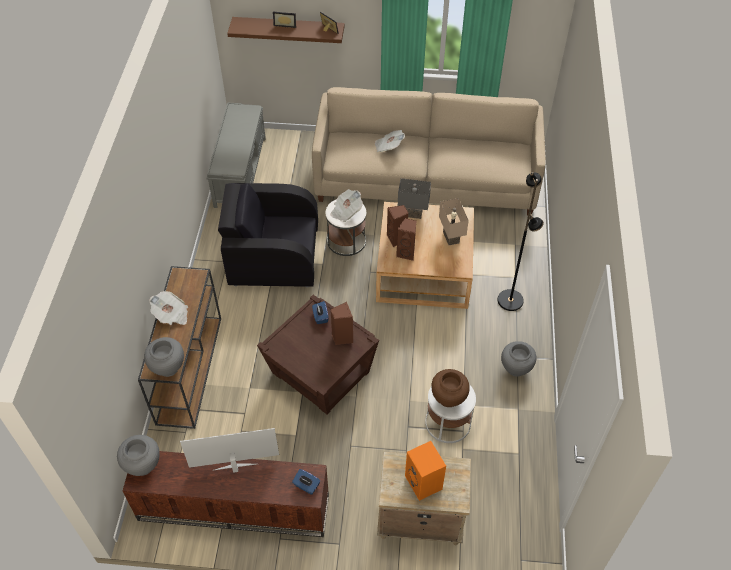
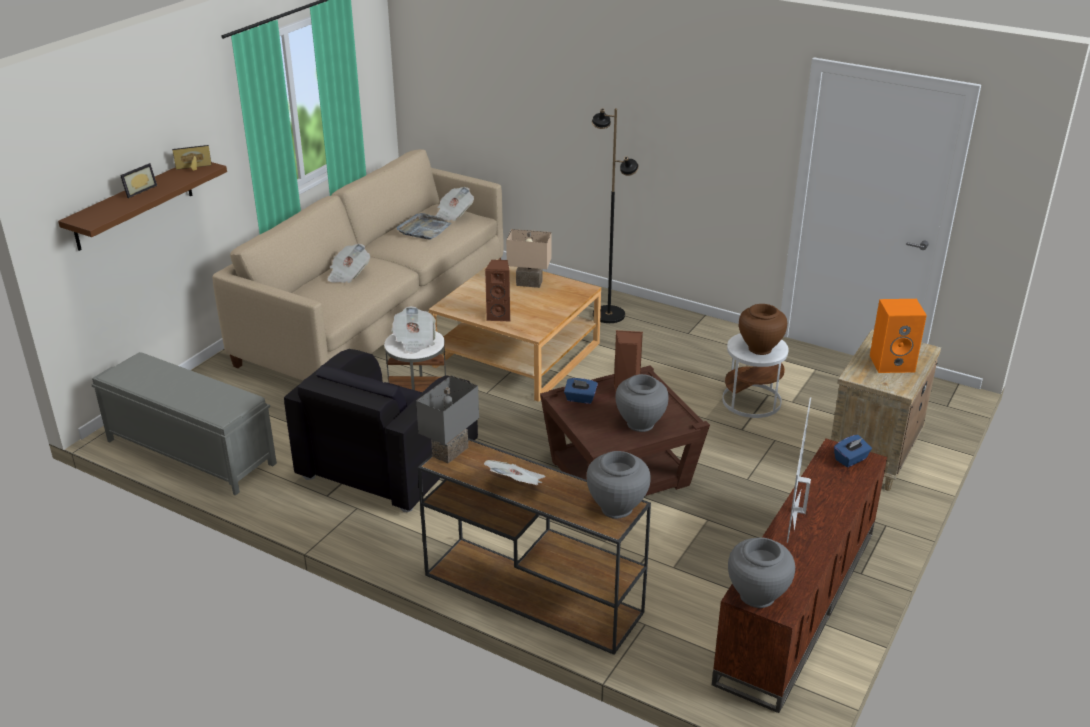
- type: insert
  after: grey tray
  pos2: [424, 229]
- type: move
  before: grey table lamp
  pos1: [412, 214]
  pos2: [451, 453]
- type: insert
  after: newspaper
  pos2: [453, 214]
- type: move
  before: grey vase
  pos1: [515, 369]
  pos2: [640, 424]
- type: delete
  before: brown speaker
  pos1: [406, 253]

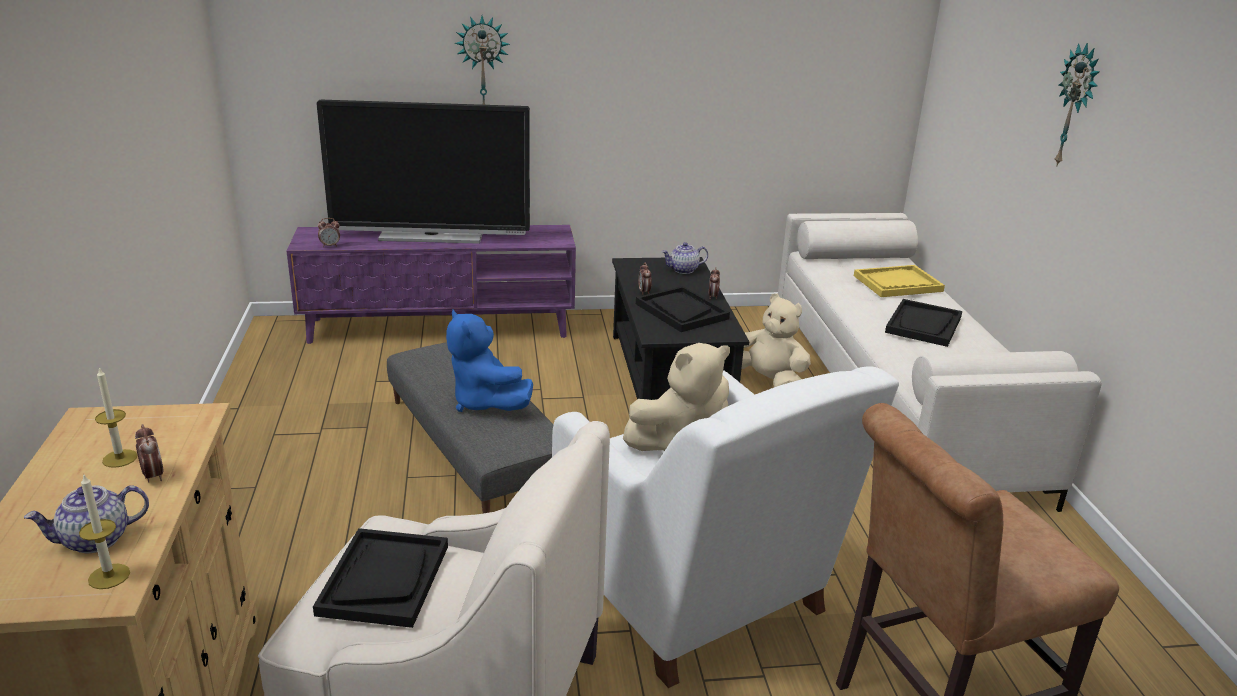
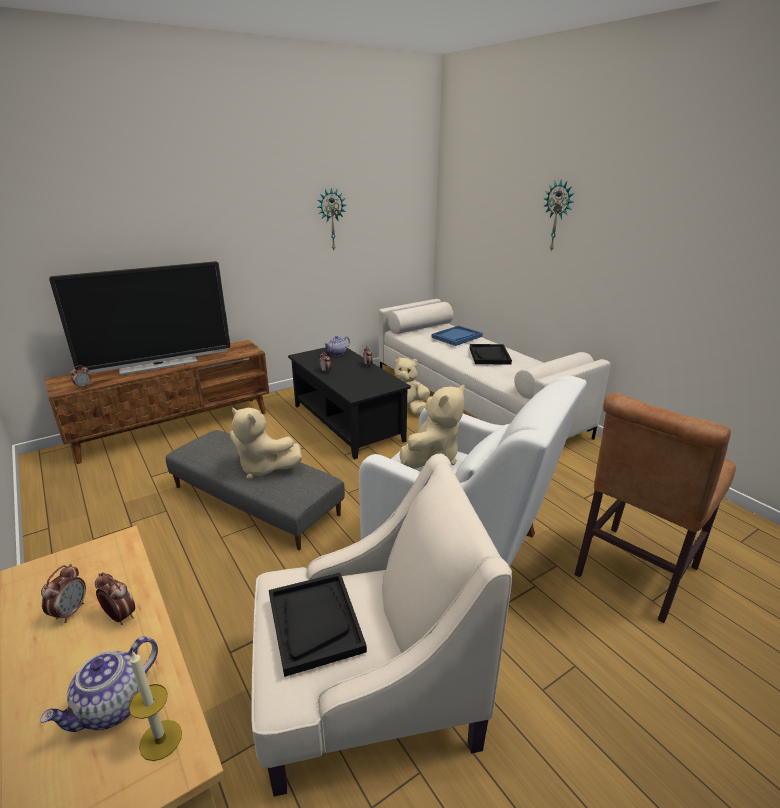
- type: replace
  before: candle
  after: alarm clock
  pos1: [120, 458]
  pos2: [70, 611]
- type: recolor
  before: purple tv stand
  after: brown tv stand
  pos1: [440, 327]
  pos2: [175, 427]
- type: recolor
  before: blue plush toy
  after: beige plush toy
  pos1: [485, 402]
  pos2: [263, 468]
- type: move
  before: wall clock
  pos1: [482, 65]
  pos2: [331, 219]
- type: recolor
  before: yellow tray
  after: blue tray
  pos1: [897, 283]
  pos2: [457, 337]
- type: delete
  before: black tray
  pos1: [681, 311]

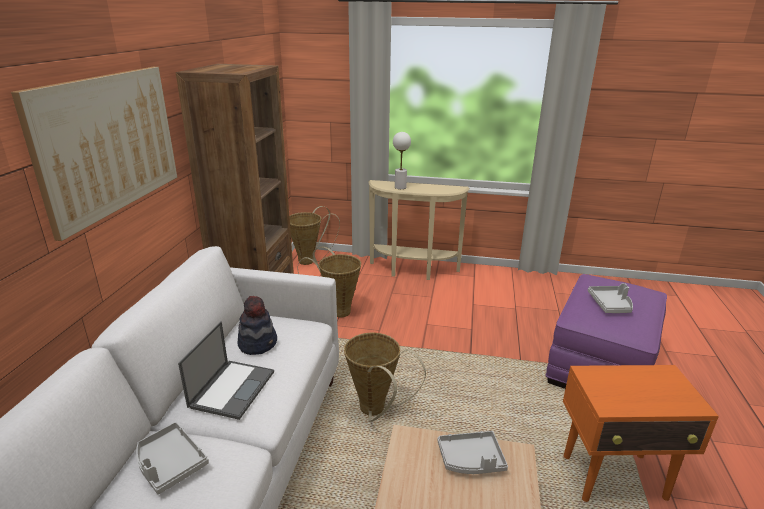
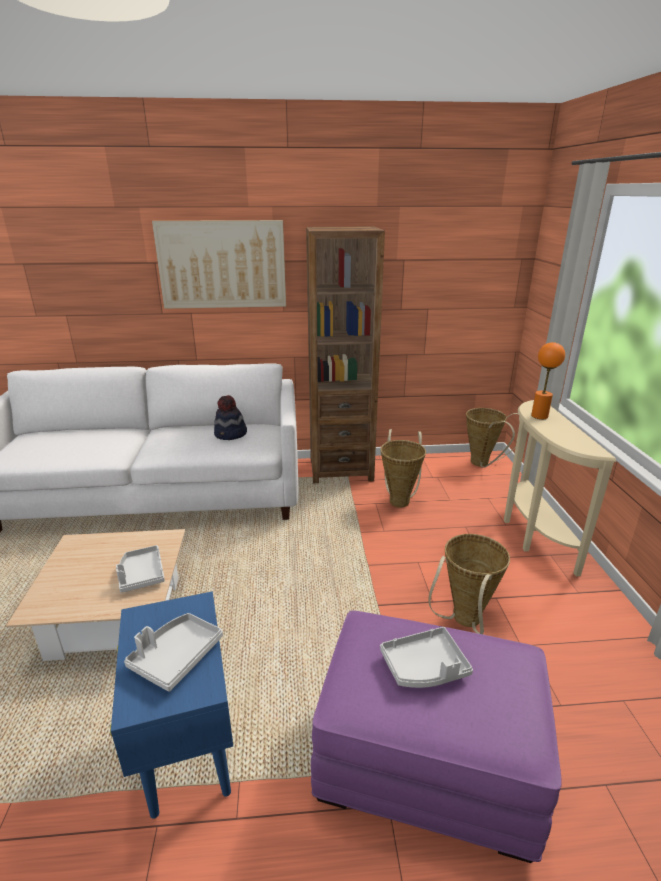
- type: recolor
  before: orange side table
  after: blue side table
  pos1: [615, 477]
  pos2: [188, 754]
- type: move
  before: grey tray
  pos1: [170, 464]
  pos2: [176, 657]
- type: move
  before: basket
  pos1: [376, 411]
  pos2: [463, 622]
- type: recolor
  before: white table lamp
  after: orange table lamp
  pos1: [400, 187]
  pos2: [539, 416]
- type: delete
  before: laptop
  pos1: [232, 388]

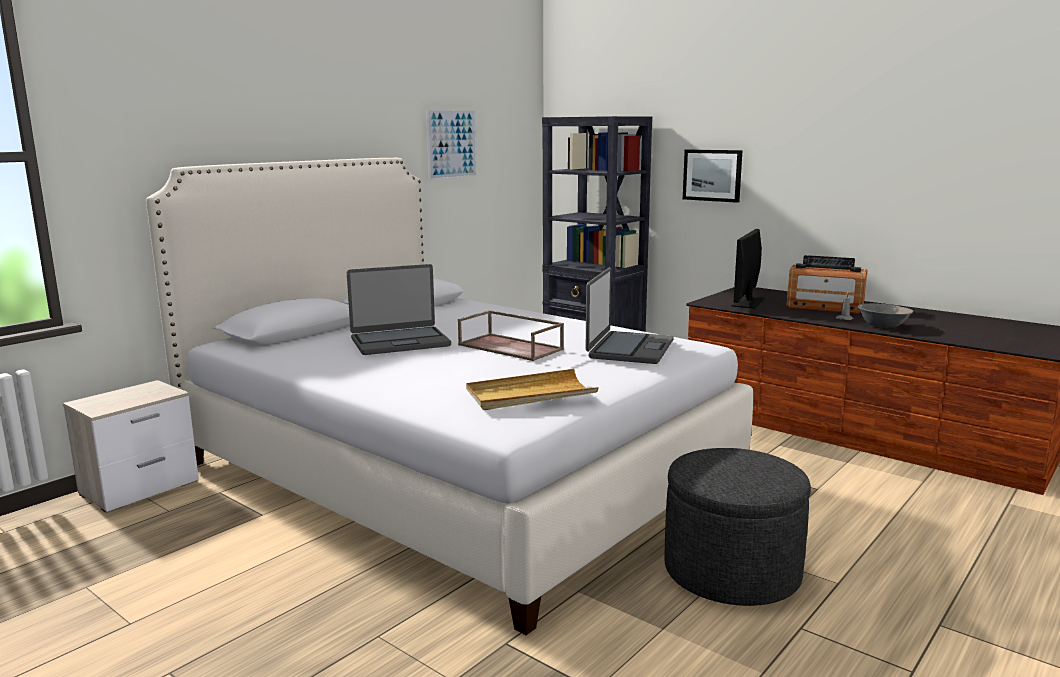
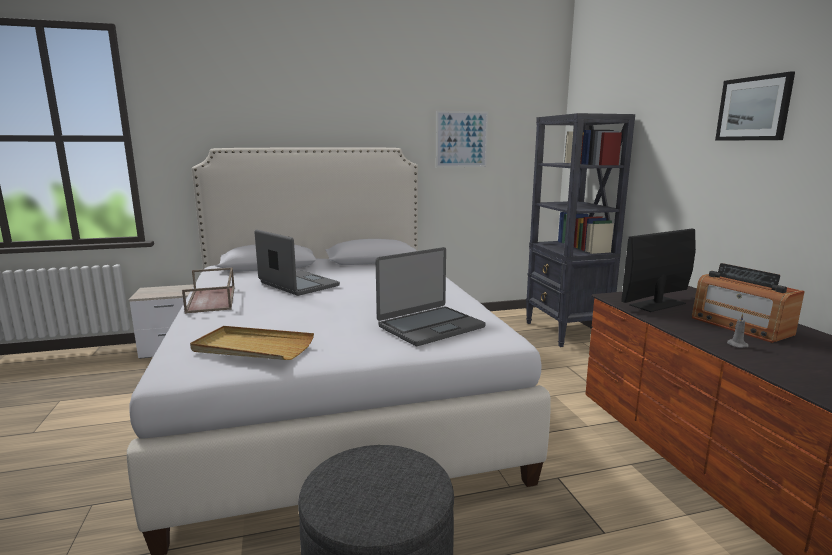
- type: move
  before: brown tray
  pos1: [512, 347]
  pos2: [212, 299]
- type: rotate
  before: laptop
  pos1: [400, 342]
  pos2: [298, 284]
  turn: -150
- type: move
  before: picture
  pos1: [712, 175]
  pos2: [753, 108]
- type: delete
  before: grey bowl
  pos1: [882, 326]

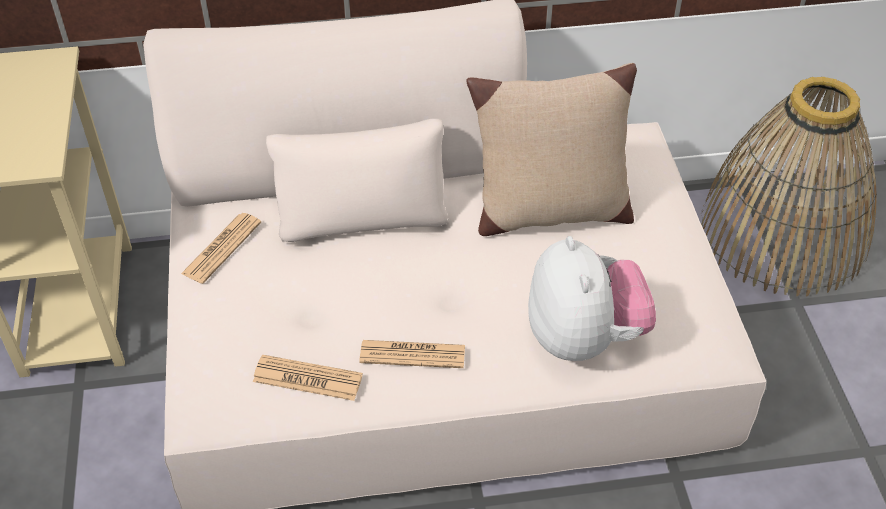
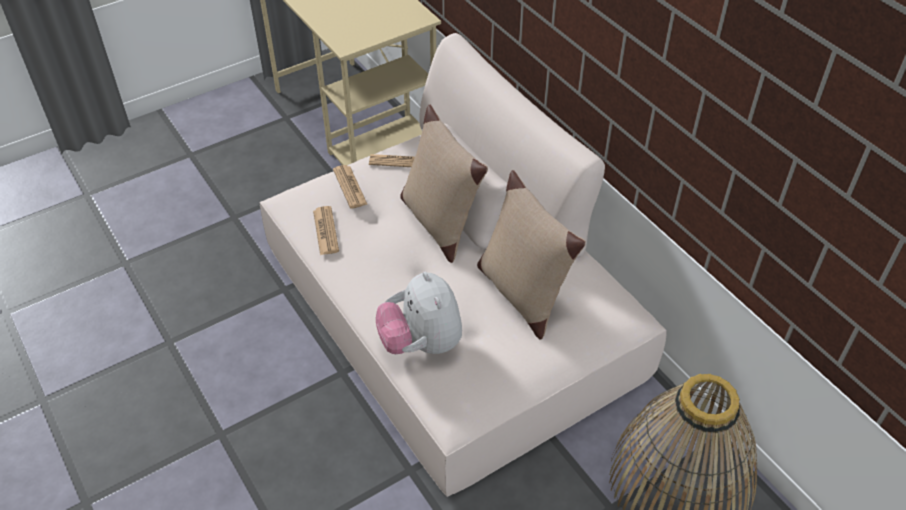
- type: move
  before: newspaper
  pos1: [412, 354]
  pos2: [350, 187]
- type: rotate
  before: plush toy
  pos1: [584, 338]
  pos2: [421, 343]
  turn: 105
- type: insert
  after: beige pillow
  pos2: [439, 222]

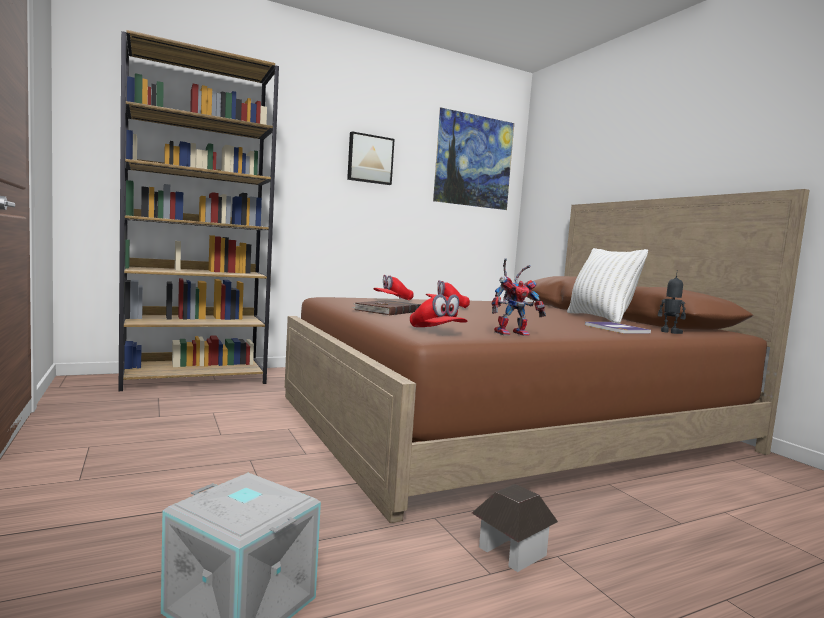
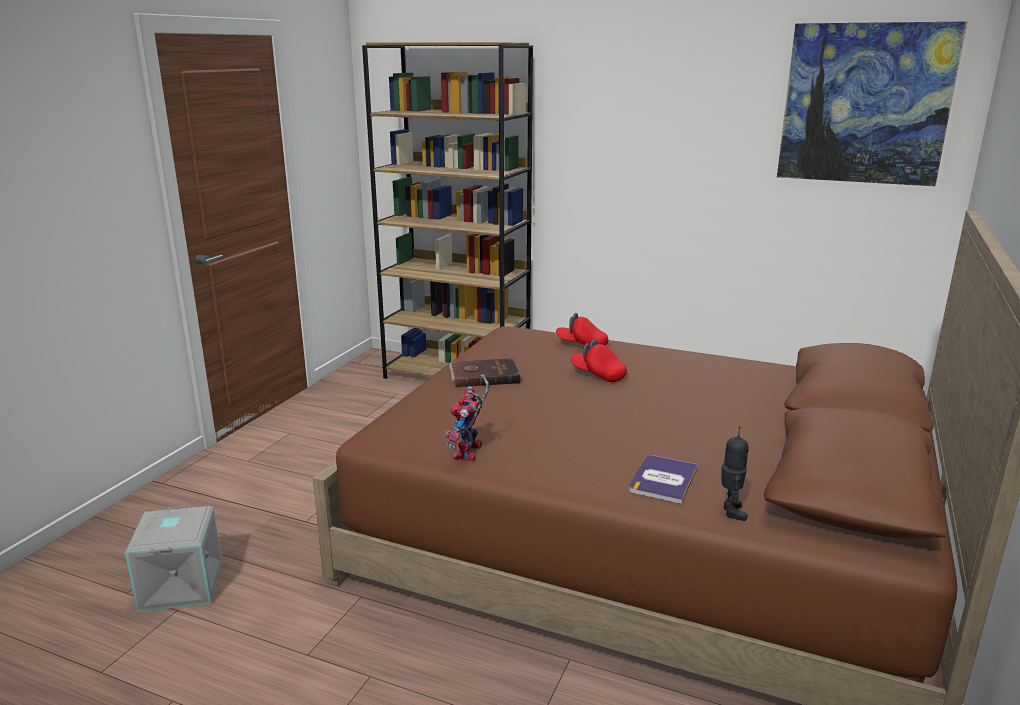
- type: rotate
  before: toy robot
  pos1: [512, 333]
  pos2: [469, 454]
  turn: 75
- type: delete
  before: picture
  pos1: [370, 159]
- type: delete
  before: red cap
  pos1: [437, 331]
- type: delete
  before: toy house
  pos1: [511, 551]
- type: delete
  before: white pillow
  pos1: [600, 318]

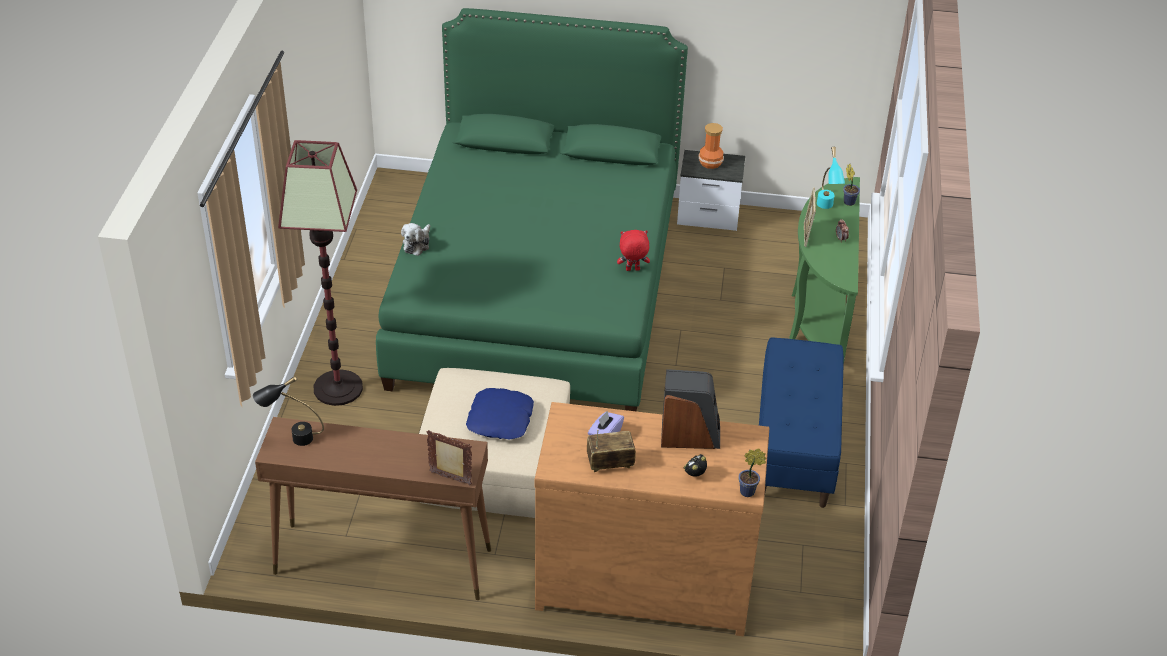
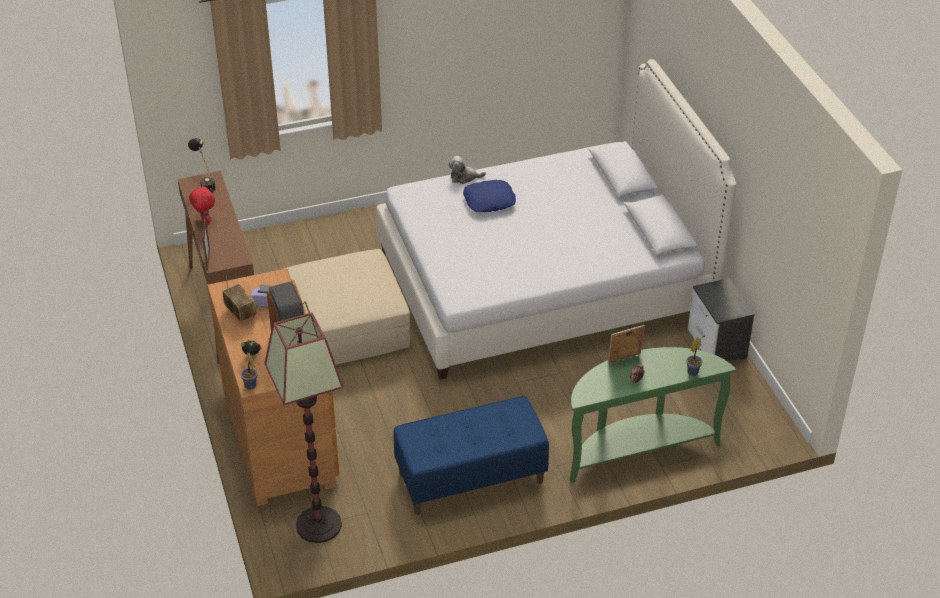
- type: move
  before: red plush toy
  pos1: [632, 270]
  pos2: [204, 221]
- type: move
  before: floor lamp
  pos1: [337, 388]
  pos2: [318, 524]
- type: recolor
  before: green bed
  after: white bed
  pos1: [536, 289]
  pos2: [544, 282]
- type: move
  before: blue pillow
  pos1: [501, 420]
  pos2: [489, 201]
- type: delete
  before: vase
  pos1: [710, 163]
- type: delete
  before: turquoise table lamp
  pos1: [826, 208]

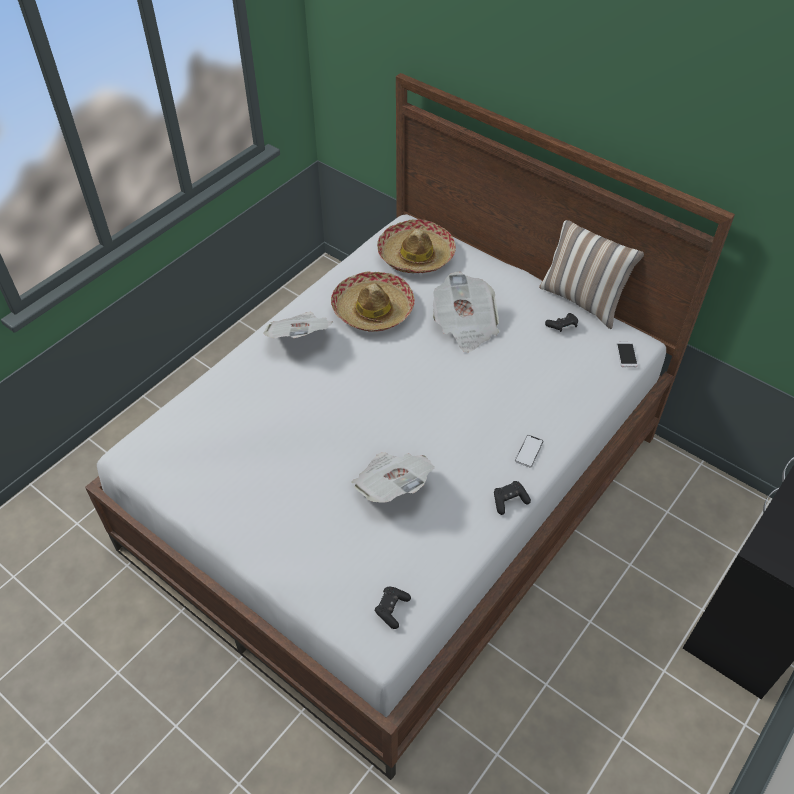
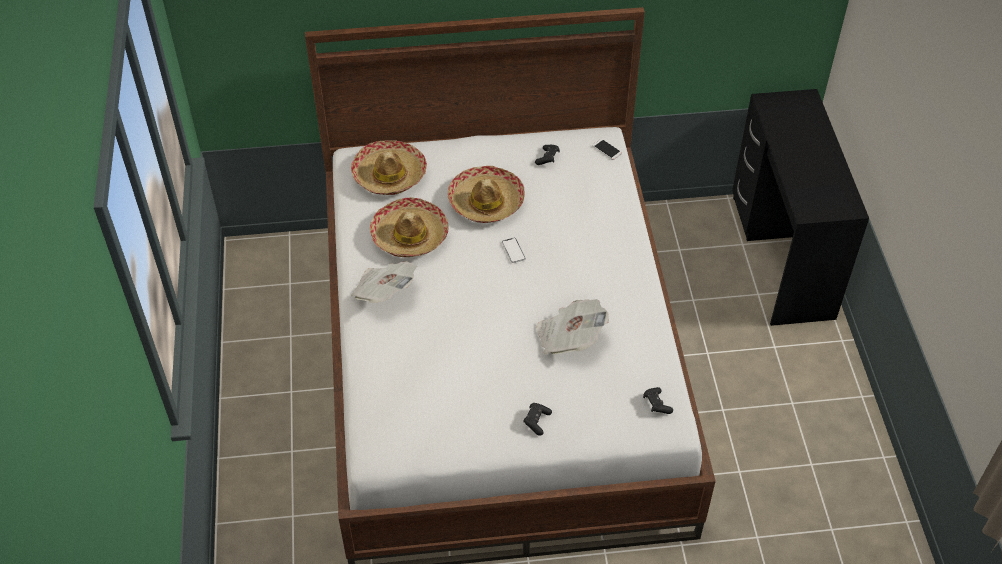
- type: replace
  before: newspaper
  after: hat
  pos1: [465, 326]
  pos2: [485, 202]
- type: move
  before: phone
  pos1: [529, 451]
  pos2: [513, 251]
- type: move
  before: black game controller
  pos1: [509, 501]
  pos2: [536, 421]
- type: delete
  before: pillow
  pos1: [583, 299]

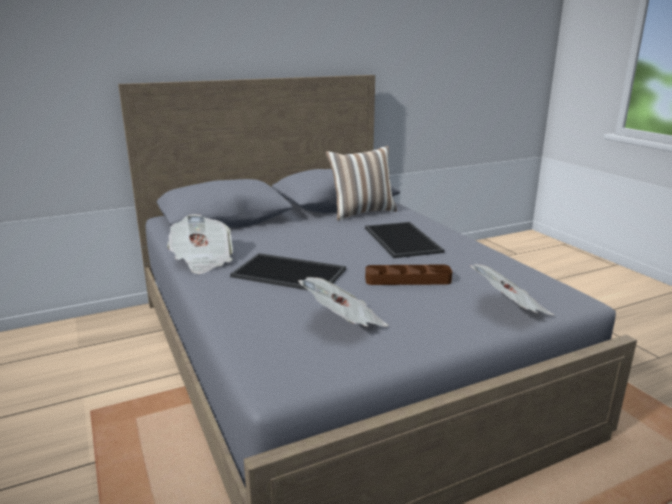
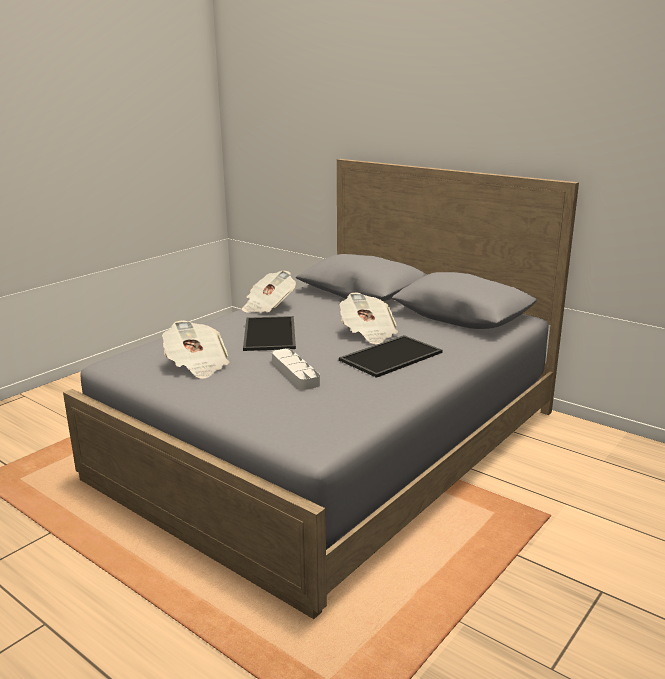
- type: recolor
  before: brown tray
  after: grey tray
  pos1: [408, 279]
  pos2: [295, 372]
- type: move
  before: newspaper
  pos1: [509, 309]
  pos2: [368, 333]
- type: delete
  before: pillow
  pos1: [361, 212]

